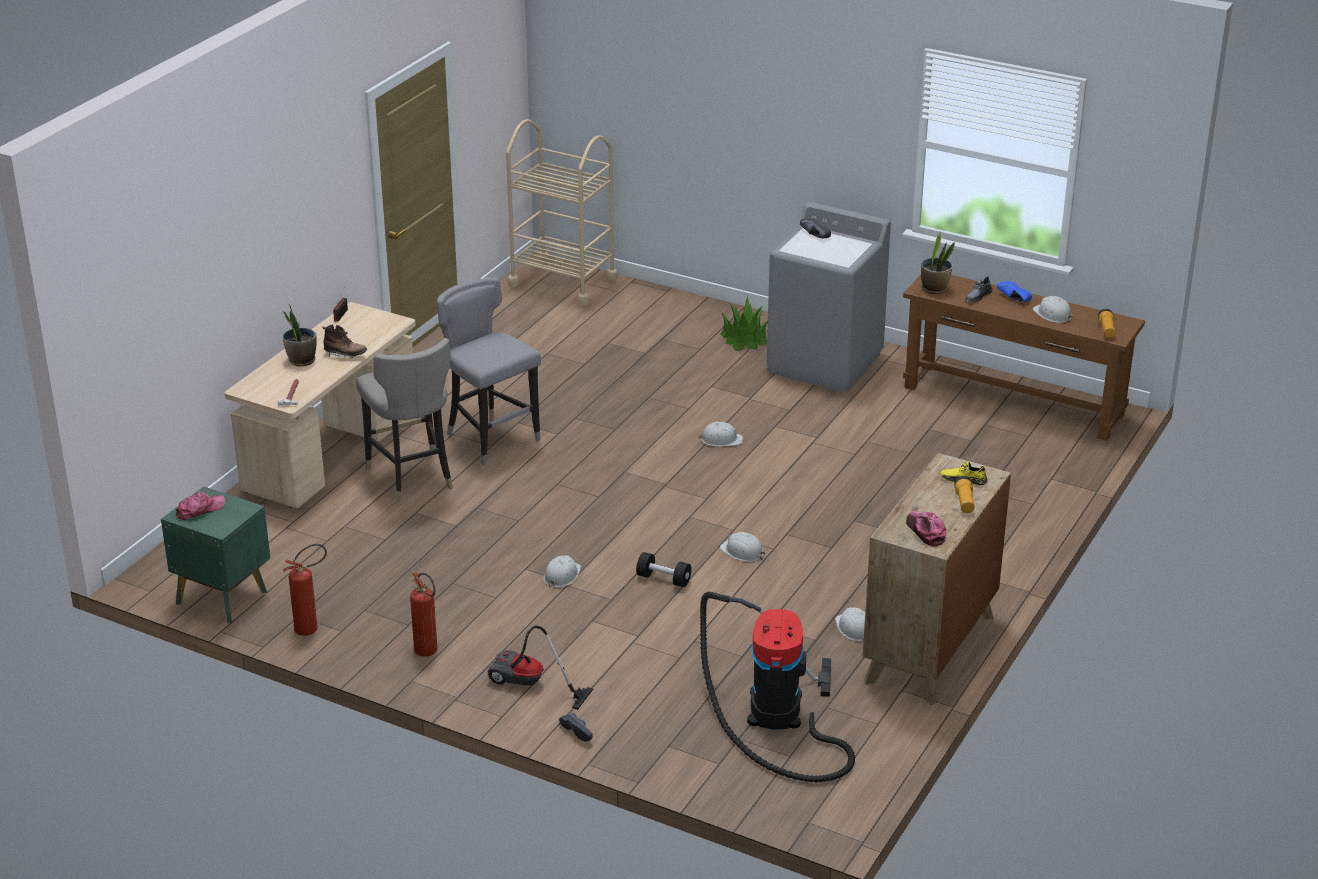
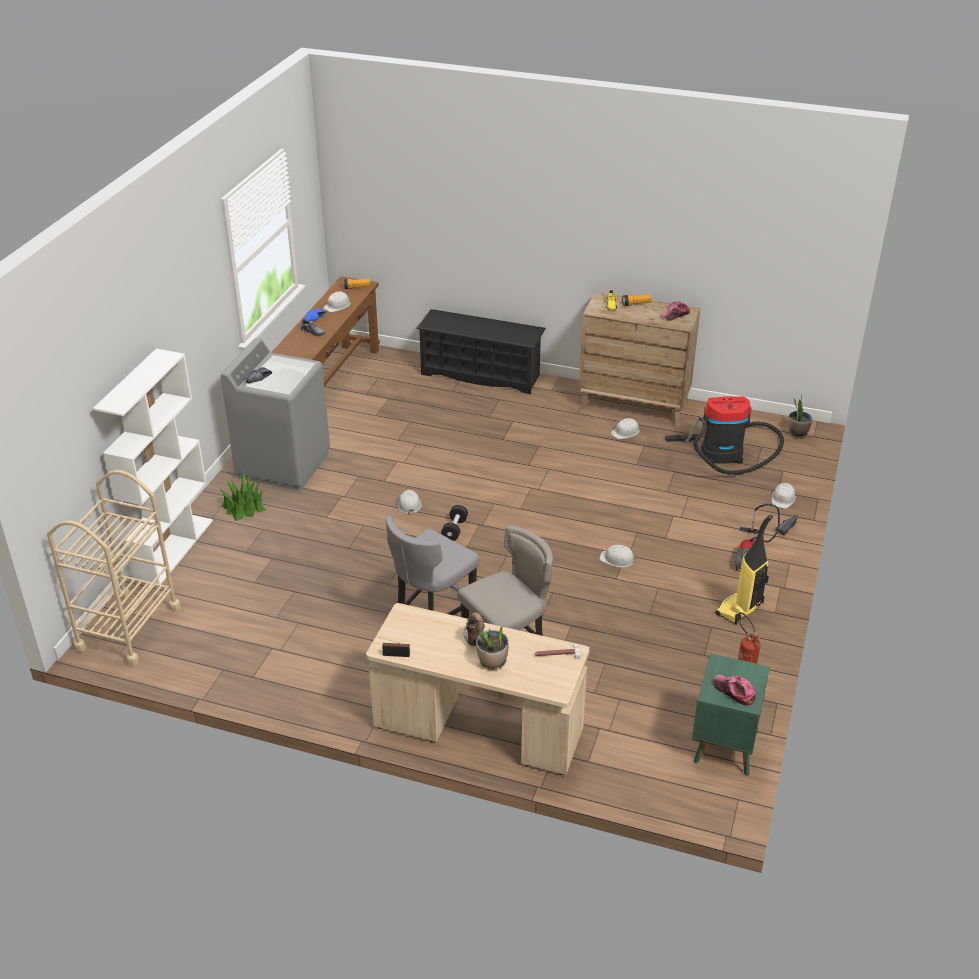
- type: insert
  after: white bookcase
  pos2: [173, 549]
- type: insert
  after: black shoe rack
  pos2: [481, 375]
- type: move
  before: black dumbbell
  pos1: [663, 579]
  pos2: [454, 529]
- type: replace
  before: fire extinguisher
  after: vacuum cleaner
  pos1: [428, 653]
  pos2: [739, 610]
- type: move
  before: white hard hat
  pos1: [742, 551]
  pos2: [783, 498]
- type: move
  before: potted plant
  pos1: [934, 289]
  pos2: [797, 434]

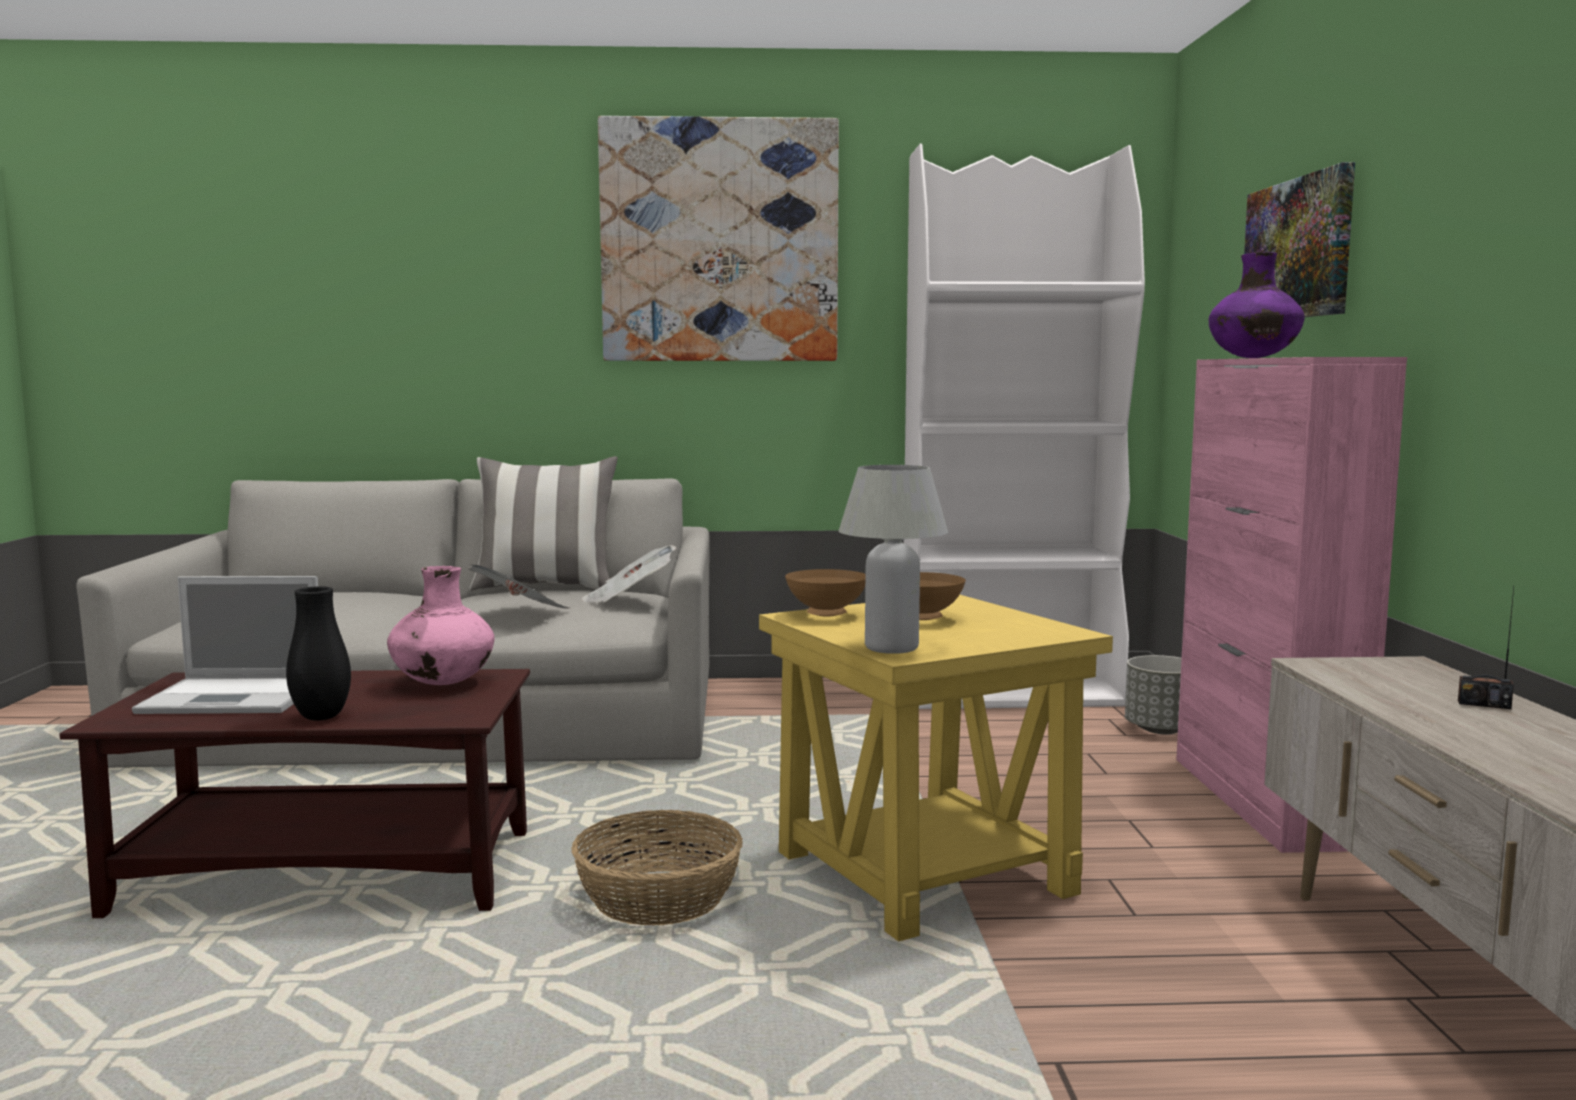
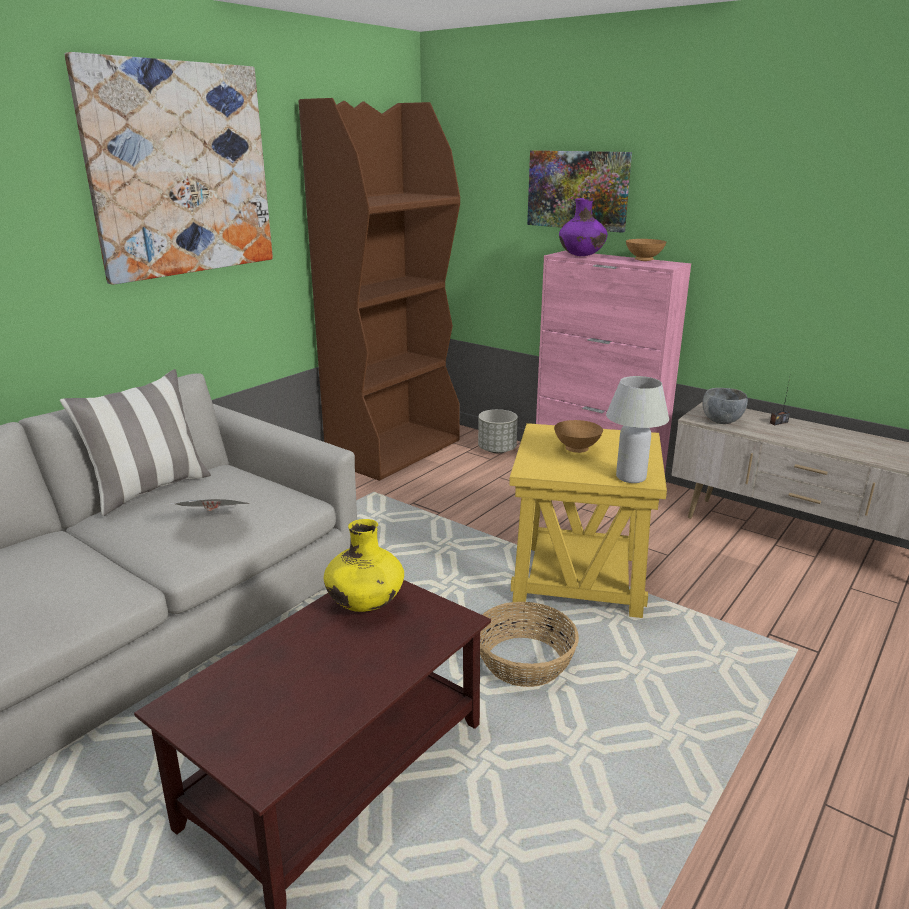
- type: recolor
  before: white bookcase
  after: brown bookcase
  pos1: [1010, 691]
  pos2: [394, 450]
- type: recolor
  before: pink vase
  after: yellow vase
  pos1: [442, 683]
  pos2: [365, 604]
- type: move
  before: brown bowl
  pos1: [826, 615]
  pos2: [643, 260]
- type: insert
  after: grey bowl
  pos2: [721, 421]
- type: delete
  before: laptop
  pos1: [236, 697]
- type: delete
  before: black vase
  pos1: [321, 717]
- type: delete
  before: newspaper
  pos1: [628, 600]

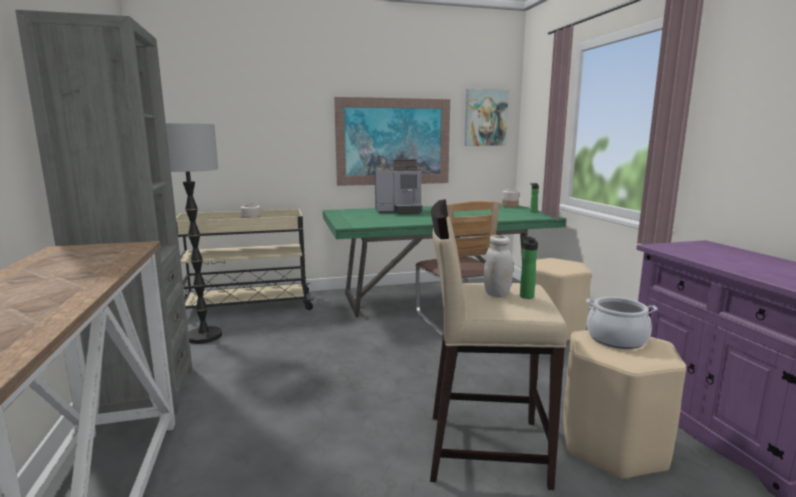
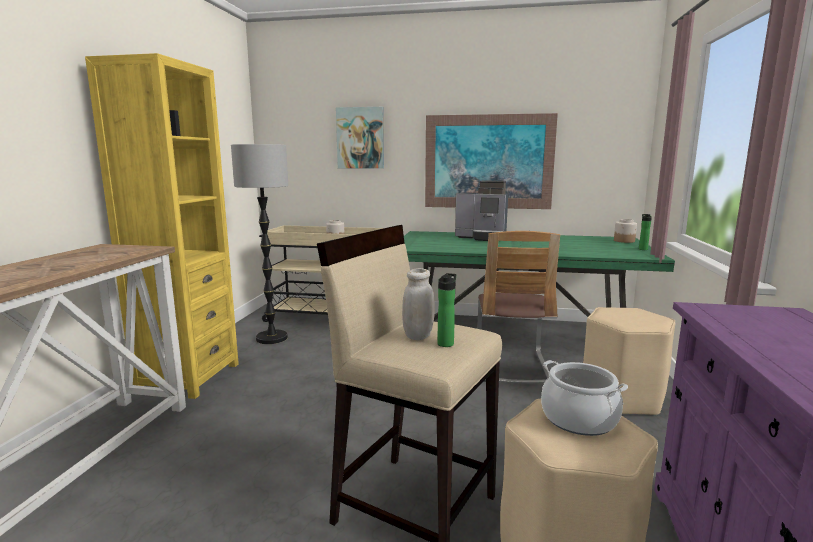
- type: recolor
  before: grey bookcase
  after: yellow bookcase
  pos1: [144, 394]
  pos2: [188, 377]
- type: move
  before: picture
  pos1: [485, 118]
  pos2: [360, 138]

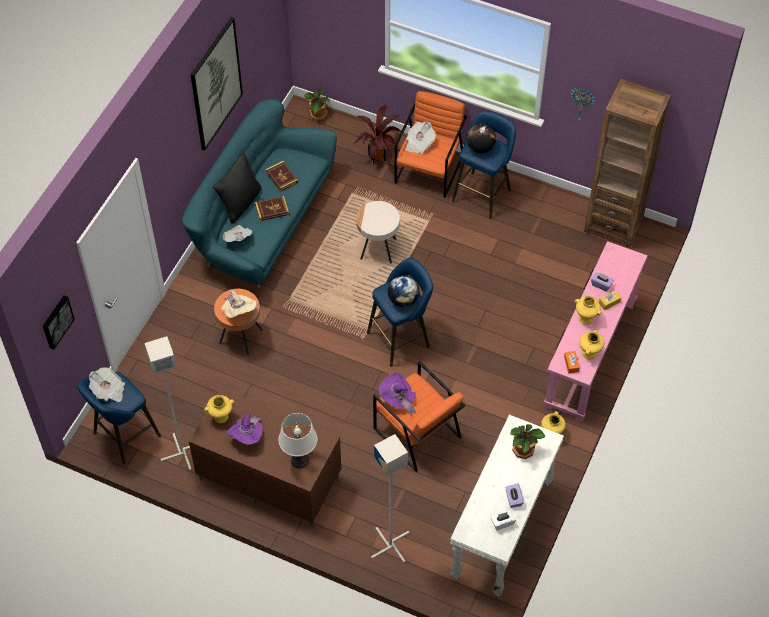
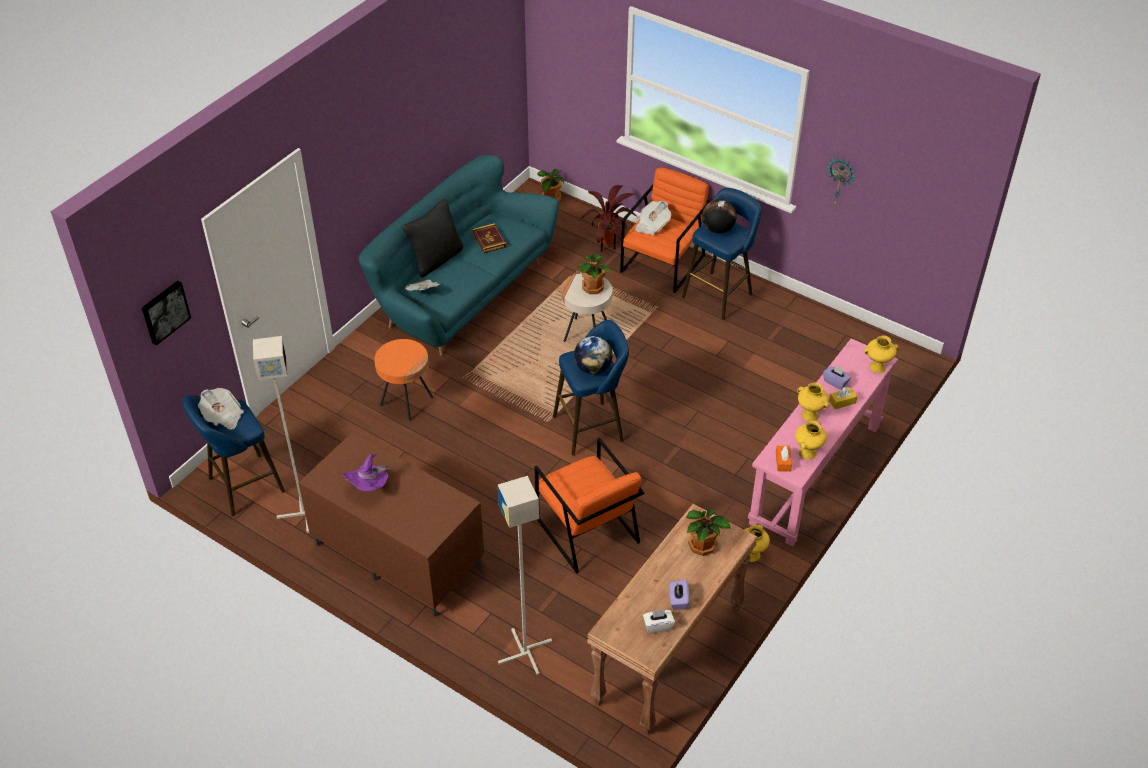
- type: insert
  after: potted plant
  pos2: [593, 287]
- type: recolor
  before: white console table
  after: brown console table
  pos1: [502, 531]
  pos2: [669, 657]
- type: move
  before: yellow vase
  pos1: [221, 417]
  pos2: [877, 367]
- type: delete
  before: picture
  pos1: [216, 84]
- type: delete
  before: beige hat
  pos1: [239, 312]
- type: delete
  before: book
  pos1: [272, 210]
- type: delete
  before: white table lamp
  pos1: [299, 460]
- type: delete
  before: purple hat
  pos1: [398, 399]
- type: delete
  before: brown bookcase
  pos1: [613, 225]

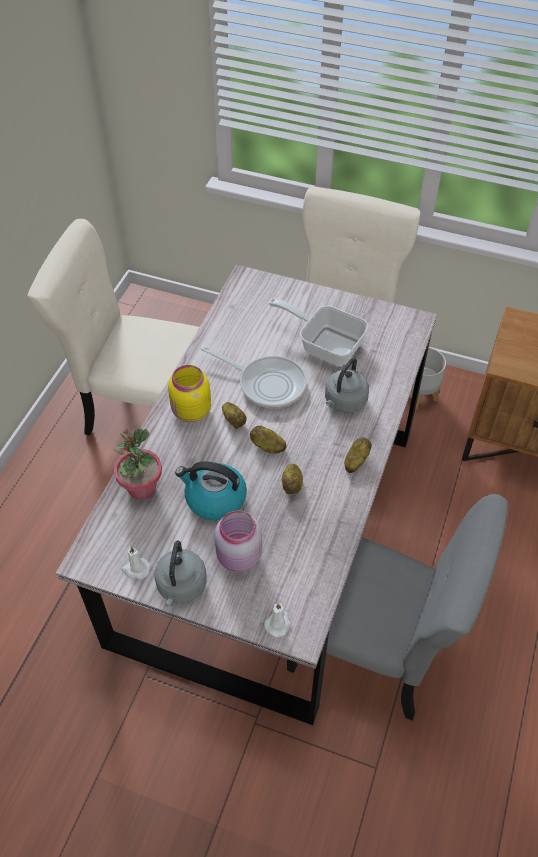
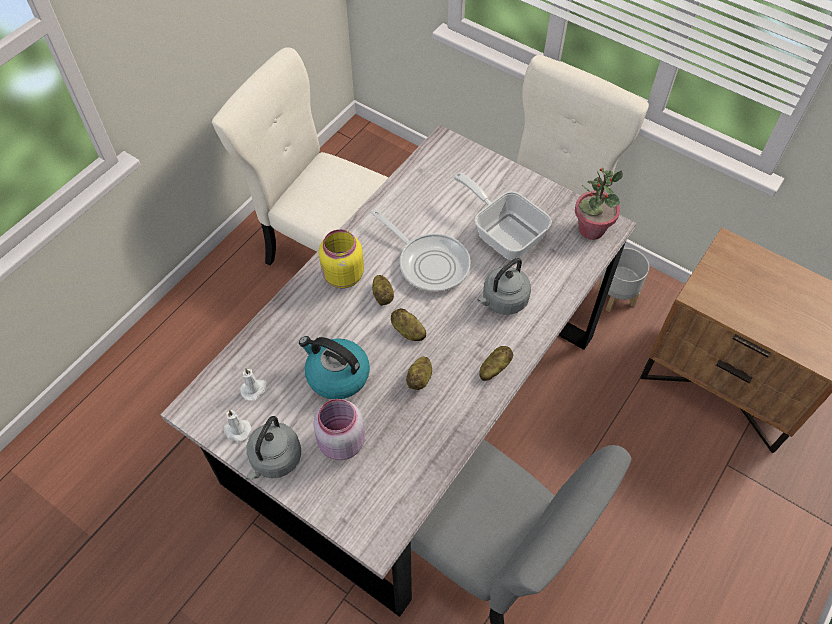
- type: move
  before: white candle
  pos1: [278, 623]
  pos2: [254, 389]
- type: move
  before: potted plant
  pos1: [141, 488]
  pos2: [591, 229]

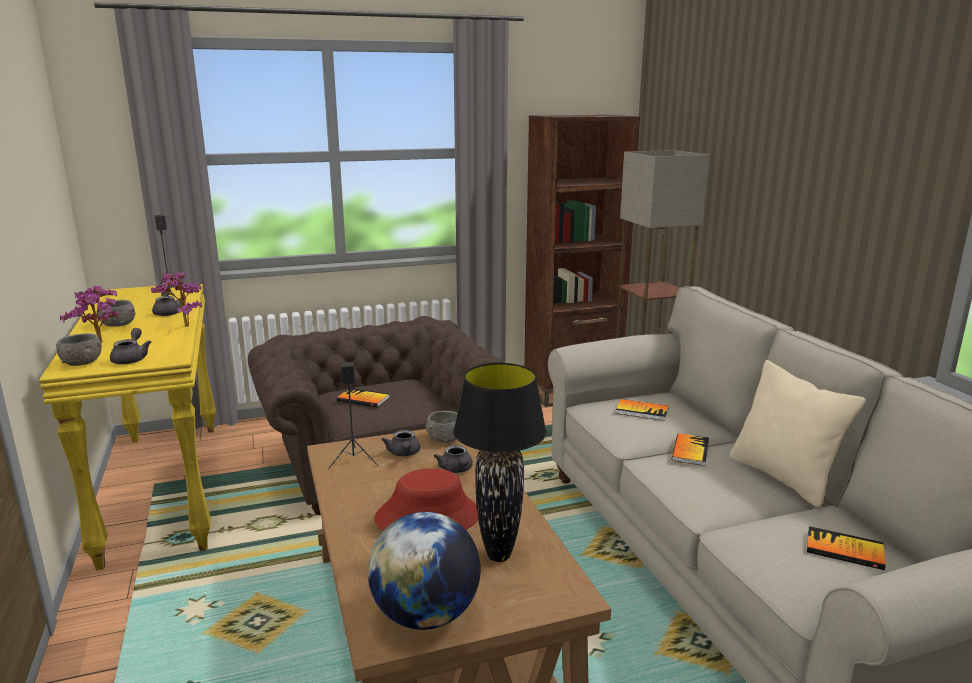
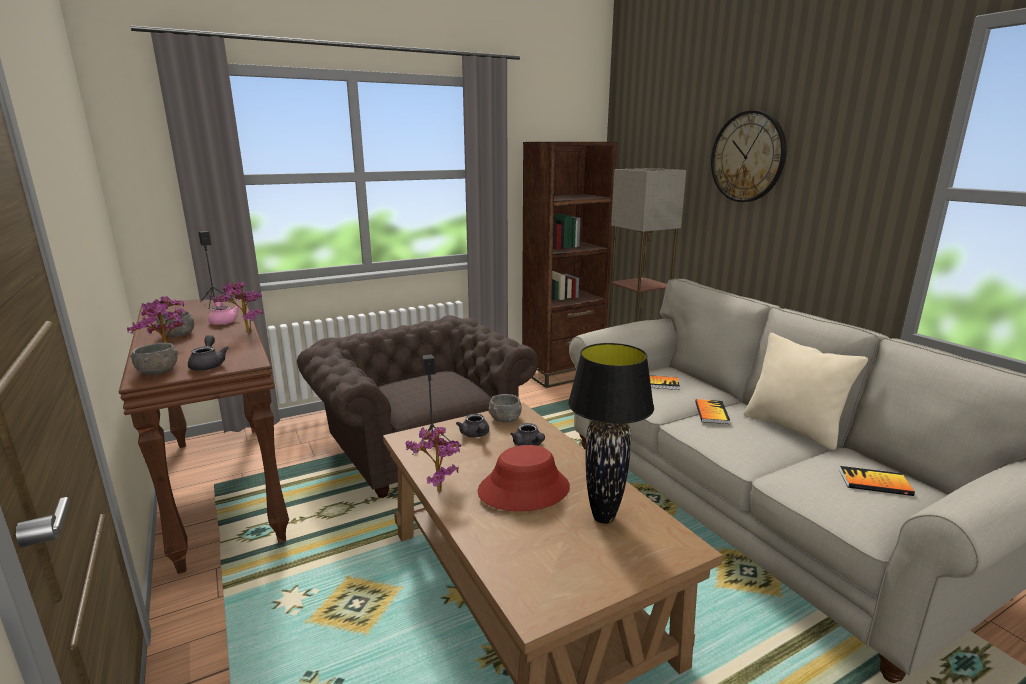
- type: recolor
  before: yellow console table
  after: brown console table
  pos1: [163, 488]
  pos2: [223, 487]
- type: recolor
  before: grey teapot
  after: pink teapot
  pos1: [168, 312]
  pos2: [223, 321]
- type: insert
  after: potted plant
  pos2: [436, 489]
- type: insert
  after: wall clock
  pos2: [748, 157]
- type: delete
  before: book
  pos1: [363, 399]
- type: delete
  before: globe
  pos1: [426, 615]

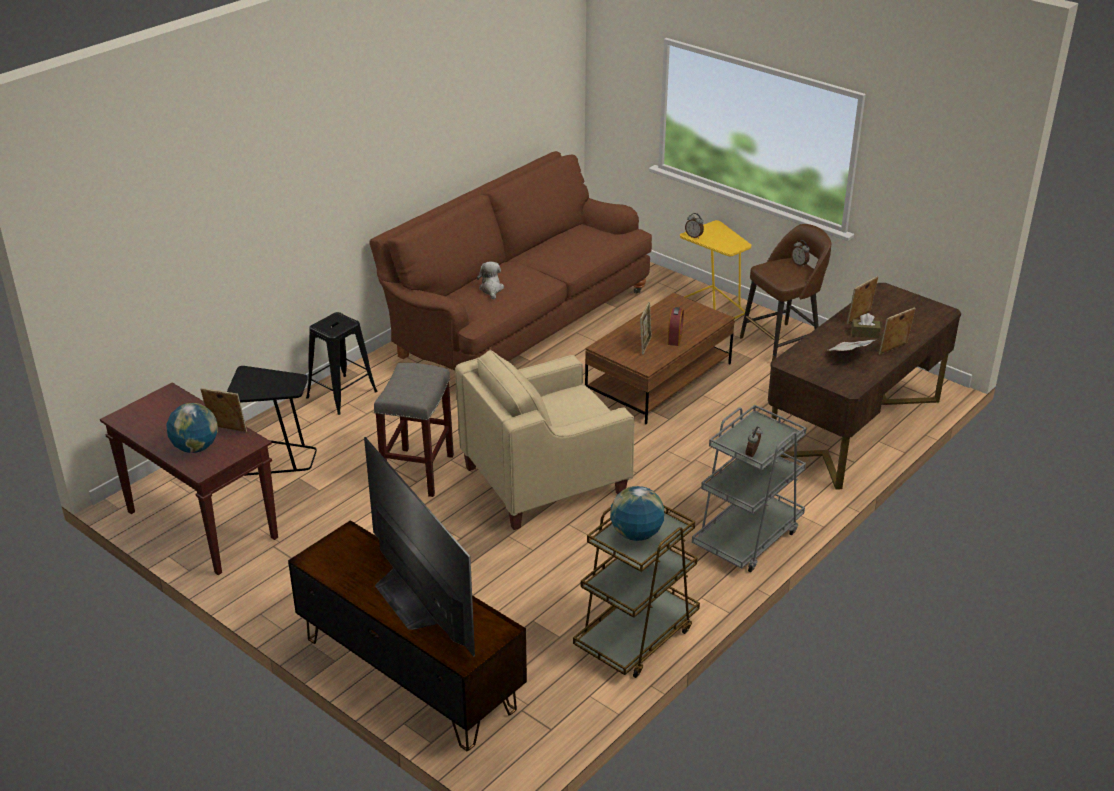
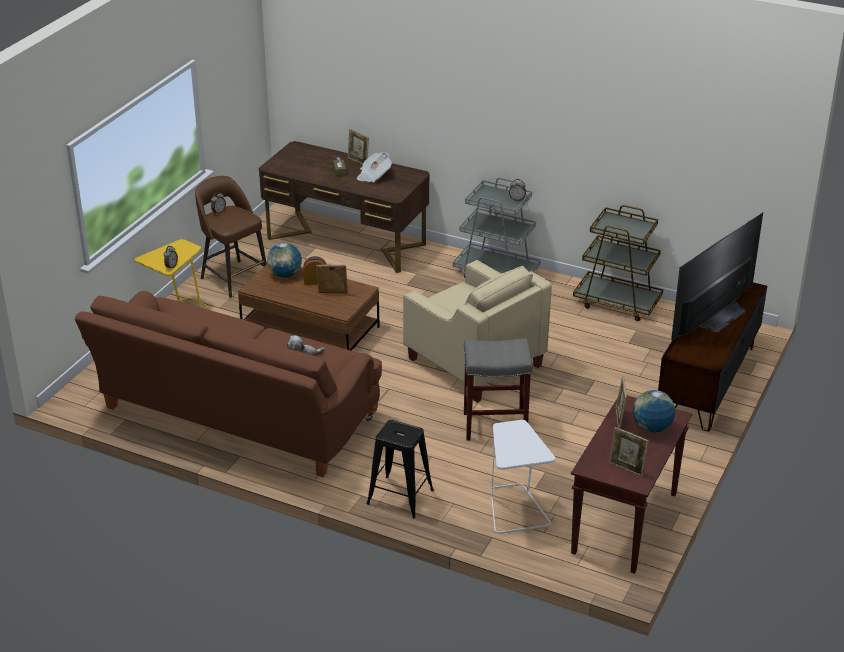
- type: move
  before: globe
  pos1: [636, 534]
  pos2: [285, 274]
- type: recolor
  before: black side table
  after: white side table
  pos1: [276, 458]
  pos2: [515, 509]
- type: move
  before: picture frame
  pos1: [859, 318]
  pos2: [626, 468]

